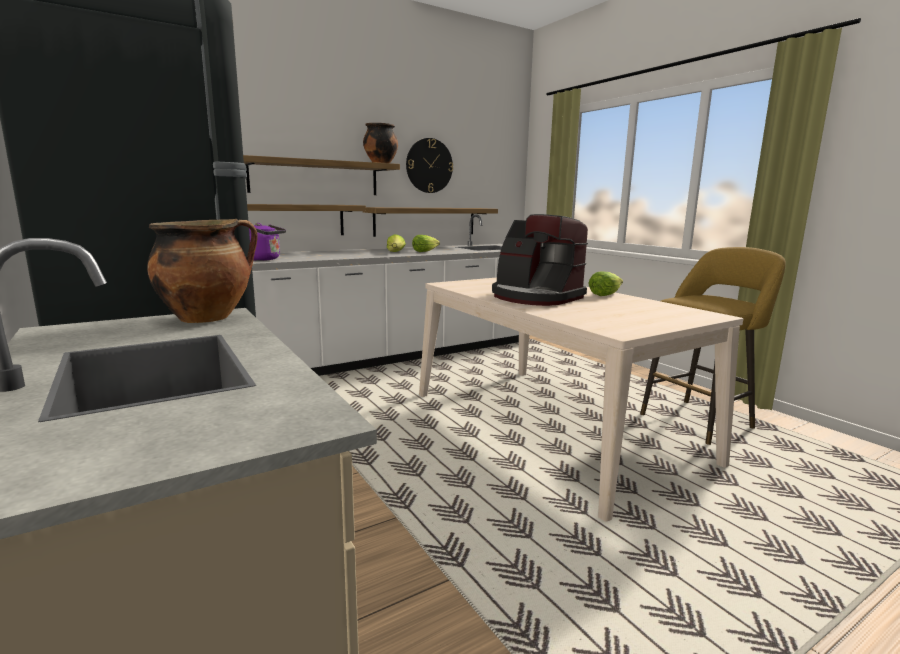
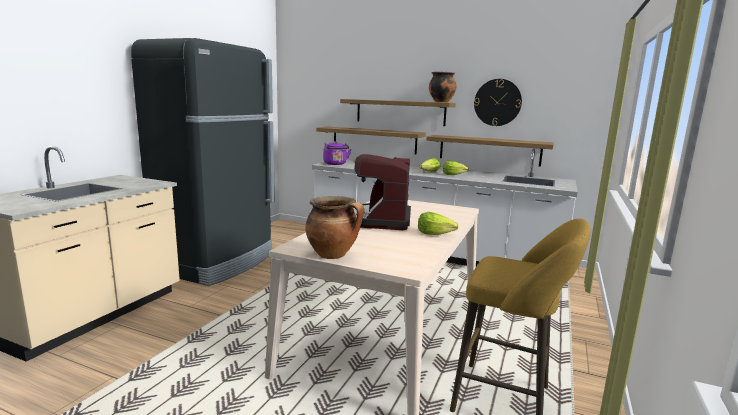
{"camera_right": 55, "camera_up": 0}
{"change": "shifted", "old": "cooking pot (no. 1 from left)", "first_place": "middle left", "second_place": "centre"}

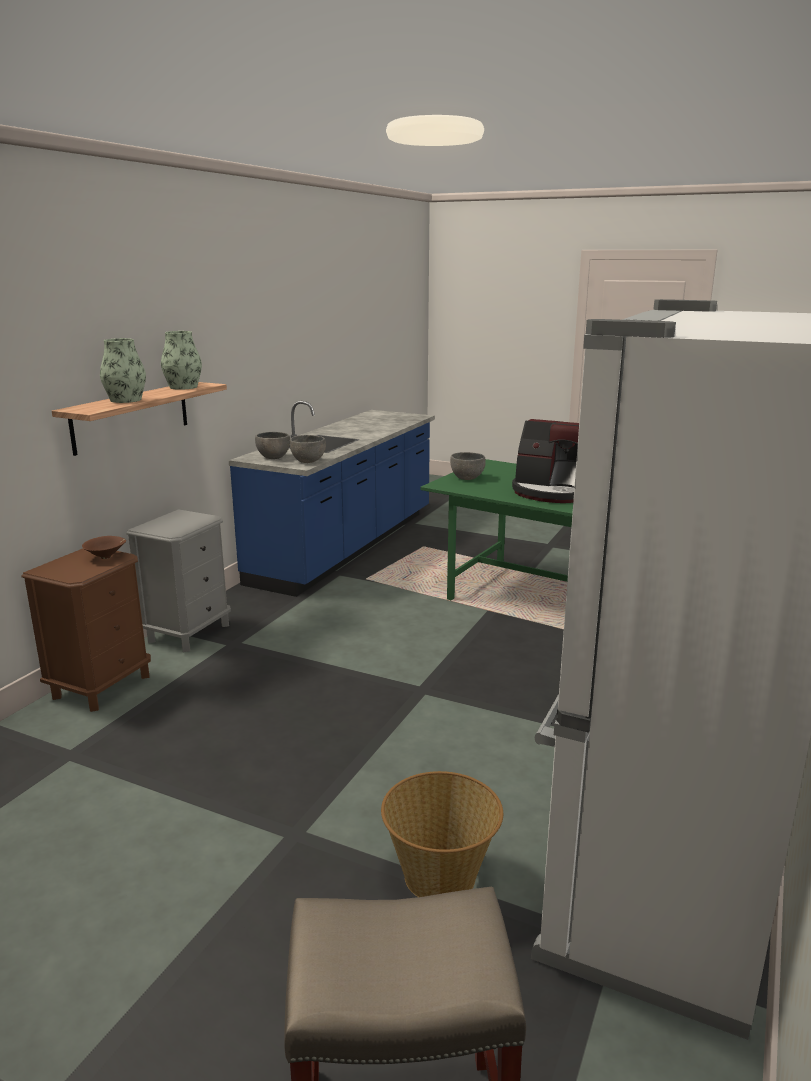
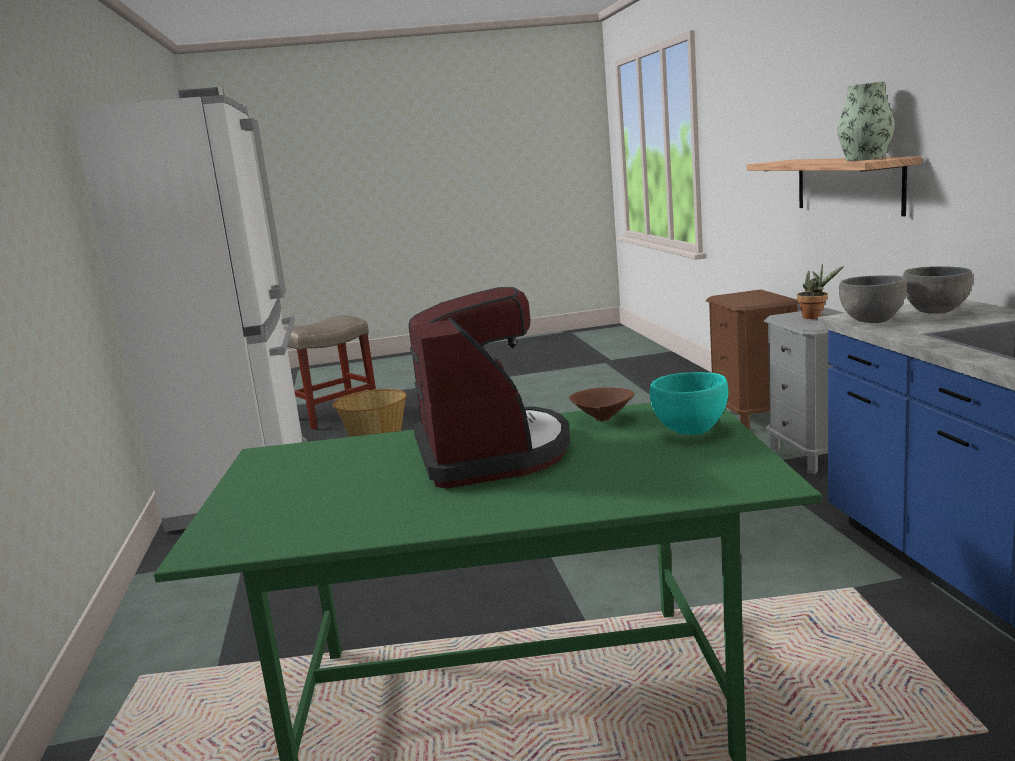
{"camera_right": 145, "camera_up": -5}
{"change": "rotated", "old": "coffee machine", "first_place": "middle right", "second_place": "centre", "degrees": 90}
{"change": "shifted", "old": "bowl (brown)", "first_place": "middle left", "second_place": "centre"}
{"change": "repainted", "old": "bowl (grey) (no. 3 from left)", "new": "bowl (turquoise)", "first_place": "centre", "second_place": "middle right"}
{"change": "new", "new": "potted plant", "second_place": "middle right"}
{"change": "gone", "old": "vase (no. 1 from left)", "first_place": "middle left"}

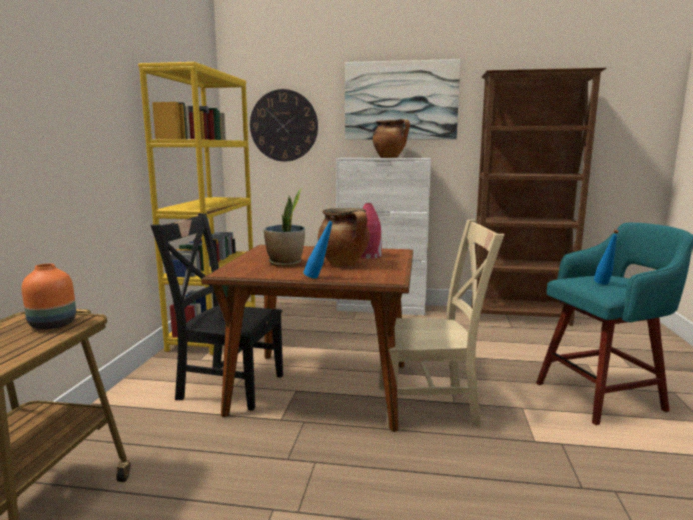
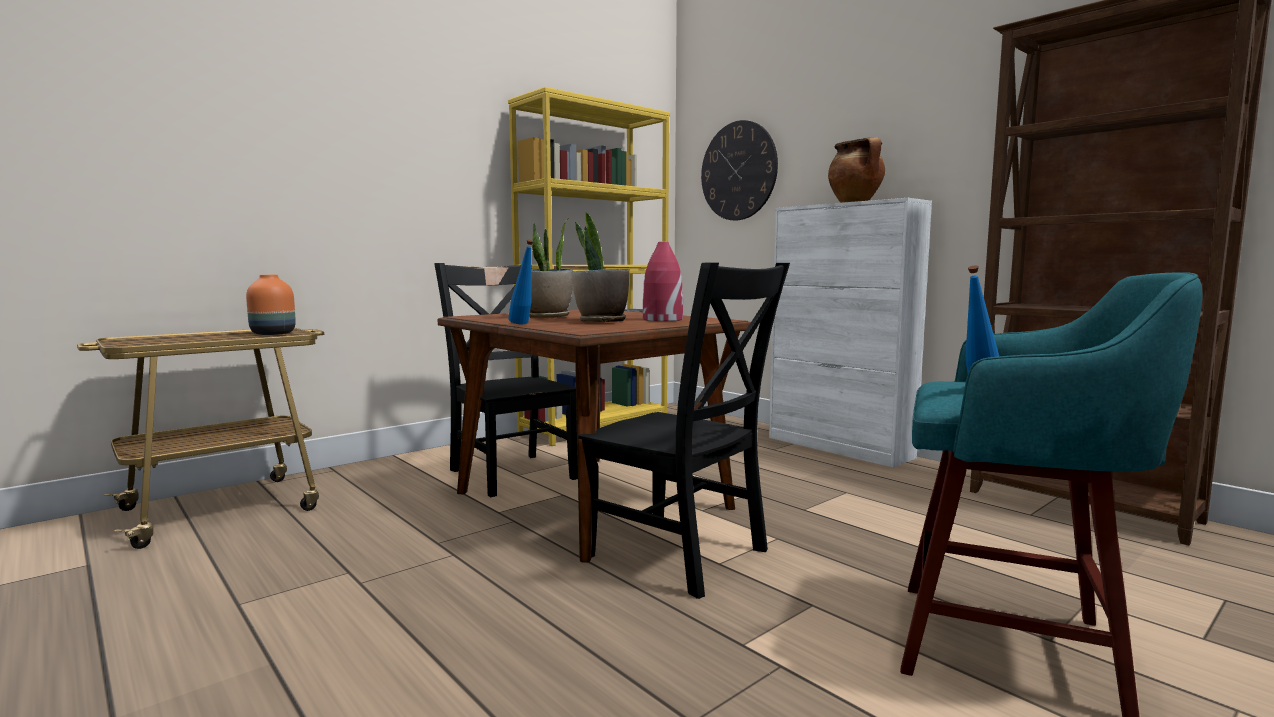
{"camera_right": 40, "camera_up": -5}
{"change": "swapped", "old": "cooking pot (no. 1 from left)", "new": "potted plant (no. 2 from left)", "first_place": "centre", "second_place": "centre"}
{"change": "repainted", "old": "chair (beige)", "new": "chair (black) (no. 2 from left)", "first_place": "centre", "second_place": "centre"}
{"change": "gone", "old": "picture", "first_place": "top centre"}

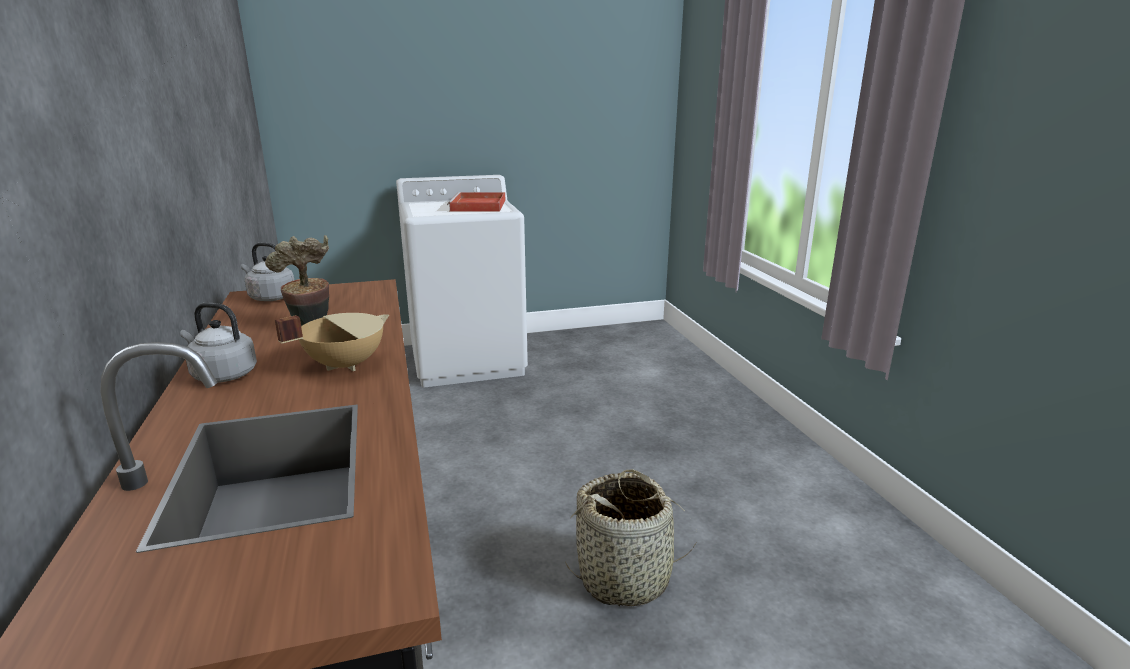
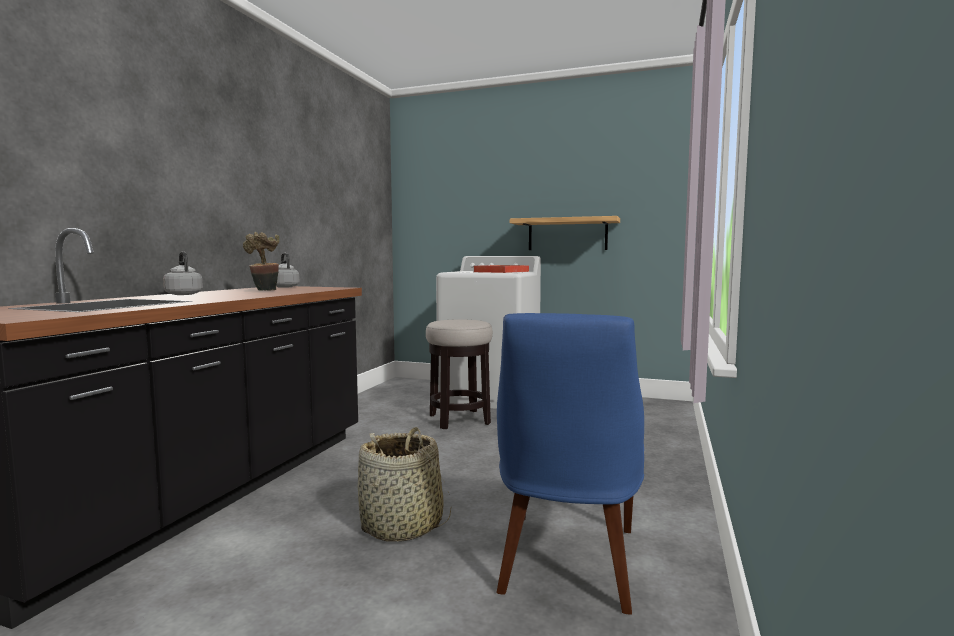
{"camera_right": 35, "camera_up": -15}
{"change": "new", "new": "stool", "second_place": "centre"}
{"change": "new", "new": "chair (blue)", "second_place": "bottom centre"}
{"change": "new", "new": "shelf", "second_place": "centre"}
{"change": "gone", "old": "cooking pot (beige)", "first_place": "middle left"}

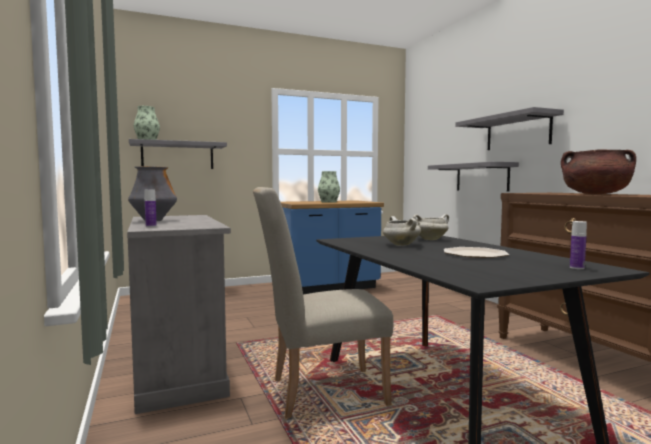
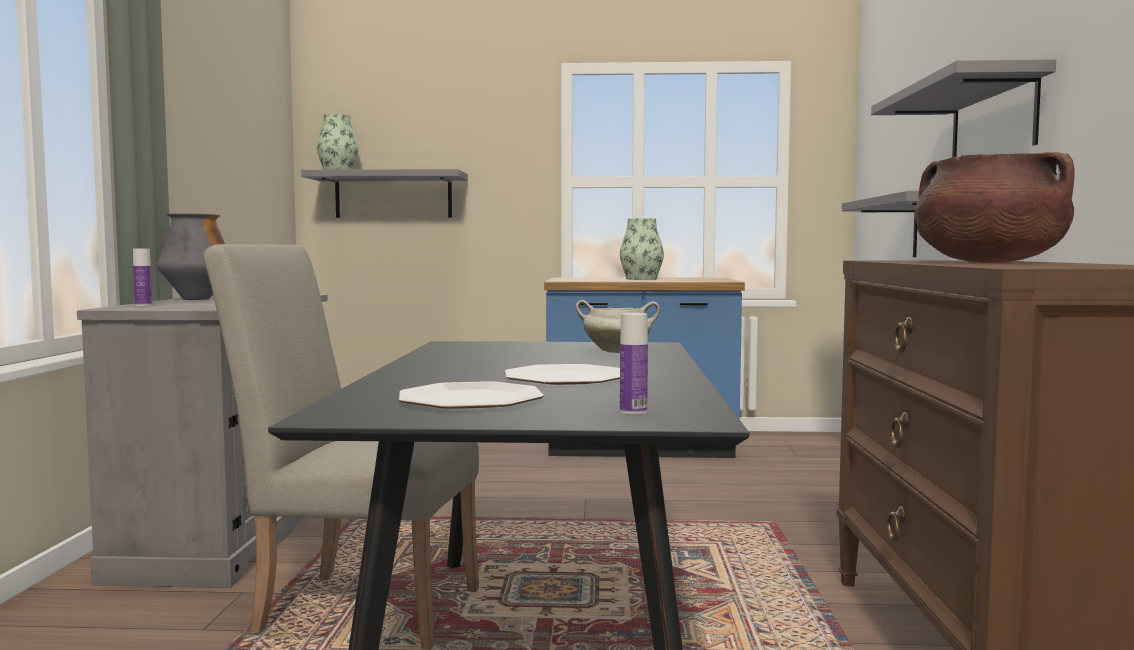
{"camera_right": 25, "camera_up": 0}
{"change": "new", "new": "plate (no. 1 from left)", "second_place": "centre"}
{"change": "gone", "old": "cooking pot (white) (no. 1 from left)", "first_place": "centre"}

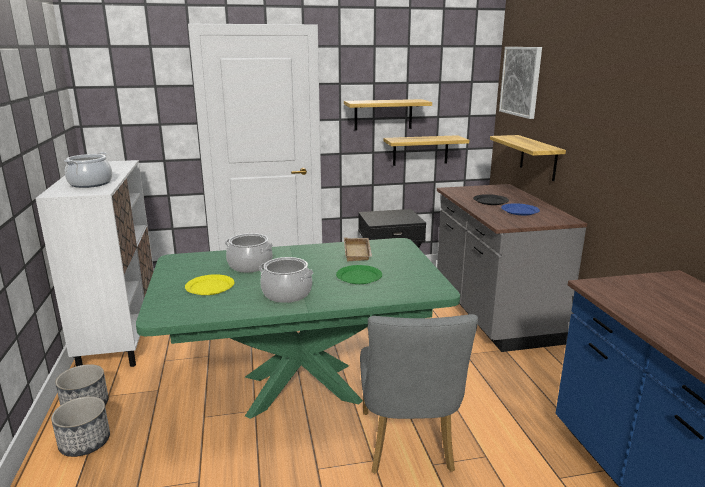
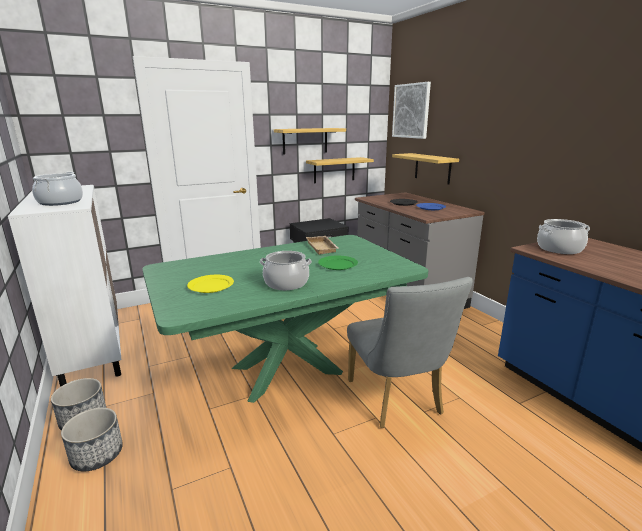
{"camera_right": -15, "camera_up": 0}
{"change": "shifted", "old": "cooking pot (no. 2 from left in the first image)", "new": "cooking pot (no. 3 from left)", "first_place": "centre", "second_place": "middle right"}

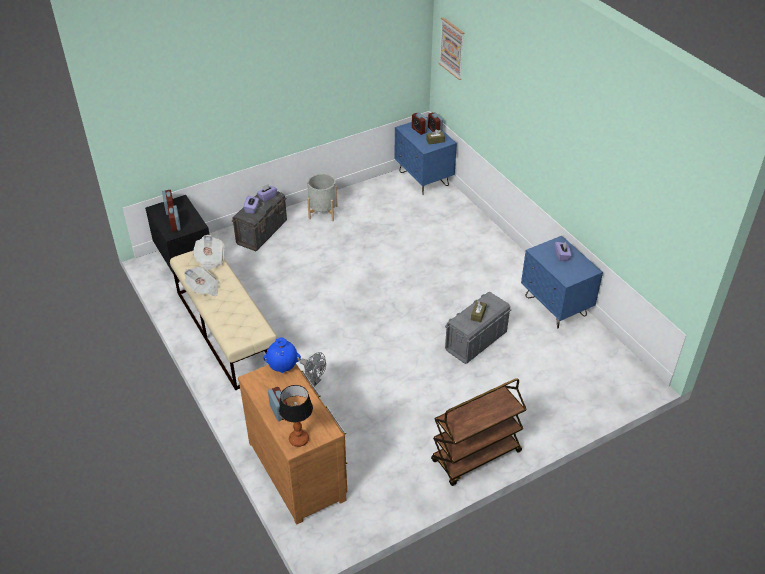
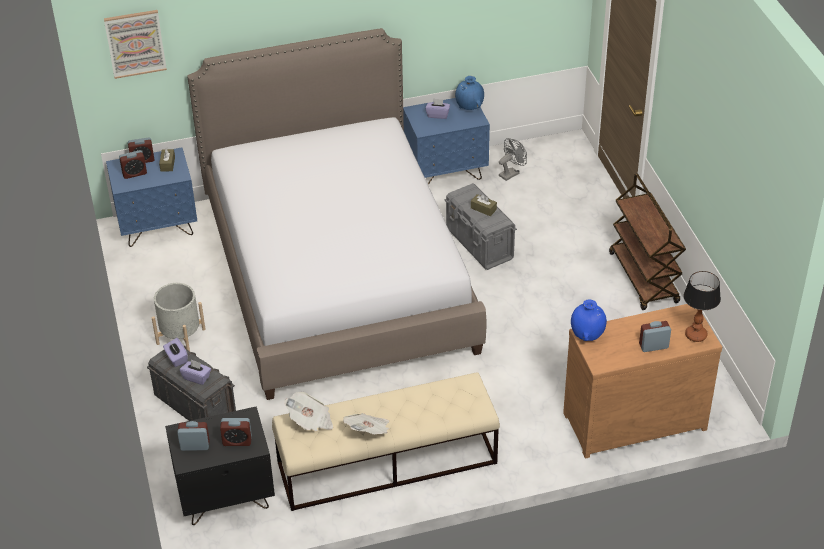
{"camera_right": -75, "camera_up": 0}
{"change": "new", "new": "bed", "second_place": "centre"}
{"change": "new", "new": "vase (blue) (no. 1 from left)", "second_place": "top centre"}
{"change": "shifted", "old": "fan (grey)", "first_place": "centre", "second_place": "top centre"}

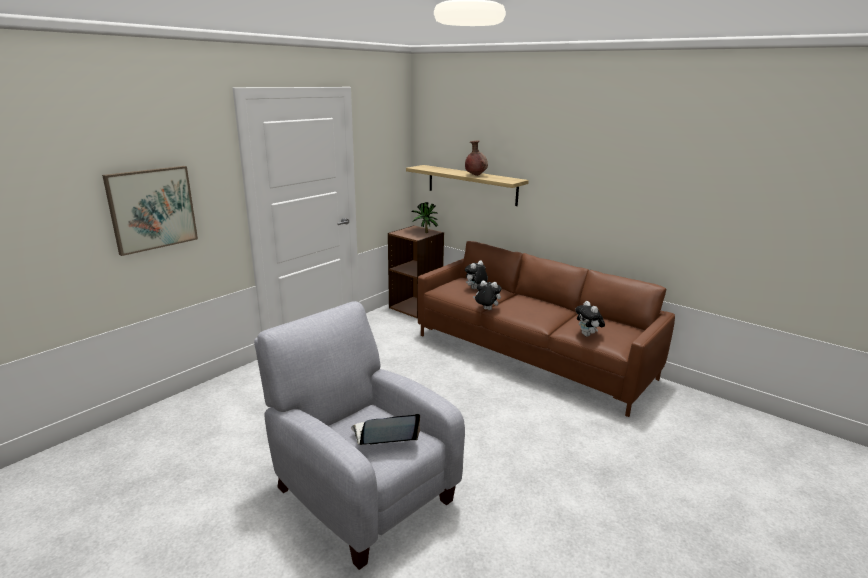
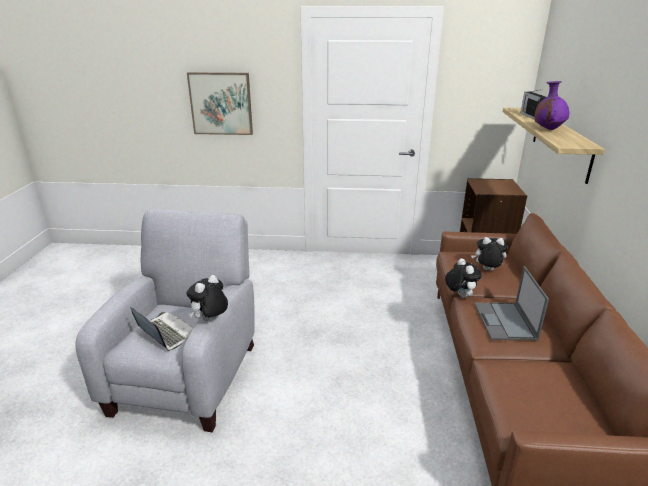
{"camera_right": 55, "camera_up": 5}
{"change": "shifted", "old": "plush toy (no. 3 from left in the first image)", "new": "plush toy (no. 1 from left)", "first_place": "middle right", "second_place": "middle left"}
{"change": "new", "new": "laptop (no. 2 from left)", "second_place": "middle right"}
{"change": "new", "new": "radio", "second_place": "top right"}
{"change": "repainted", "old": "vase (brown)", "new": "vase (purple)", "first_place": "top centre", "second_place": "top right"}
{"change": "gone", "old": "potted plant", "first_place": "centre"}

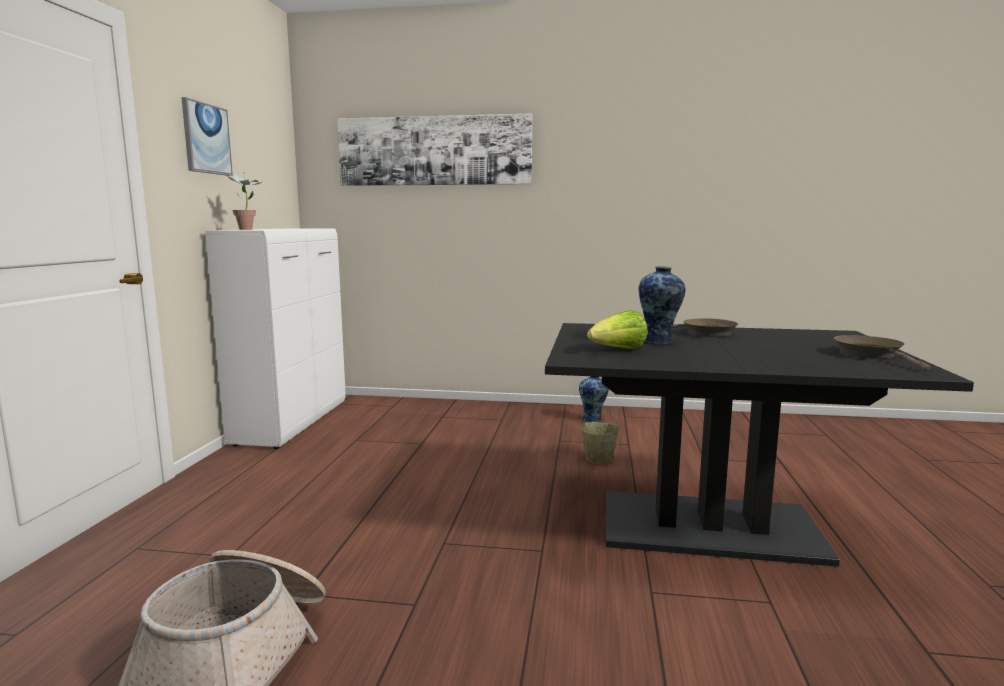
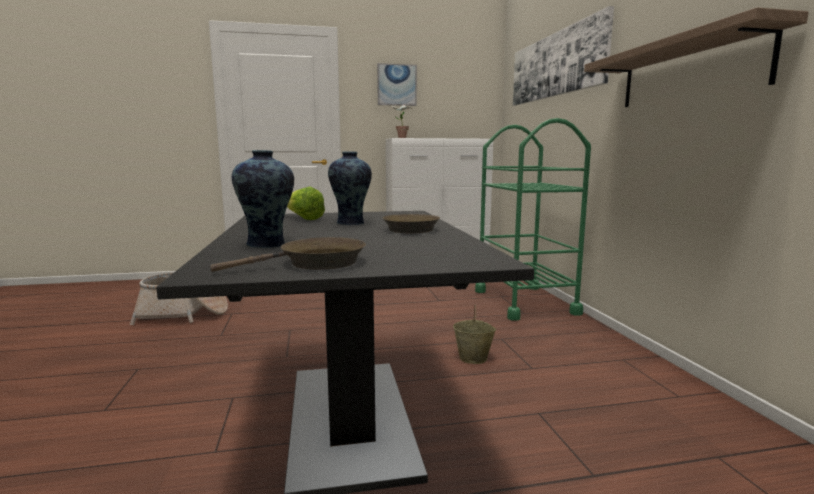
{"camera_right": 70, "camera_up": 0}
{"change": "shifted", "old": "vase (no. 1 from left)", "first_place": "centre", "second_place": "middle left"}
{"change": "new", "new": "cart (green)", "second_place": "centre"}
{"change": "new", "new": "shelf", "second_place": "top right"}

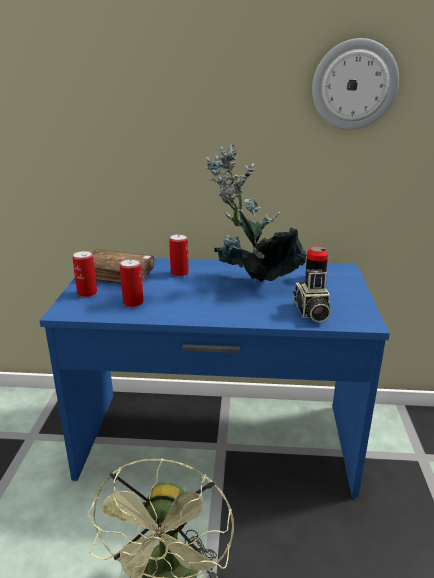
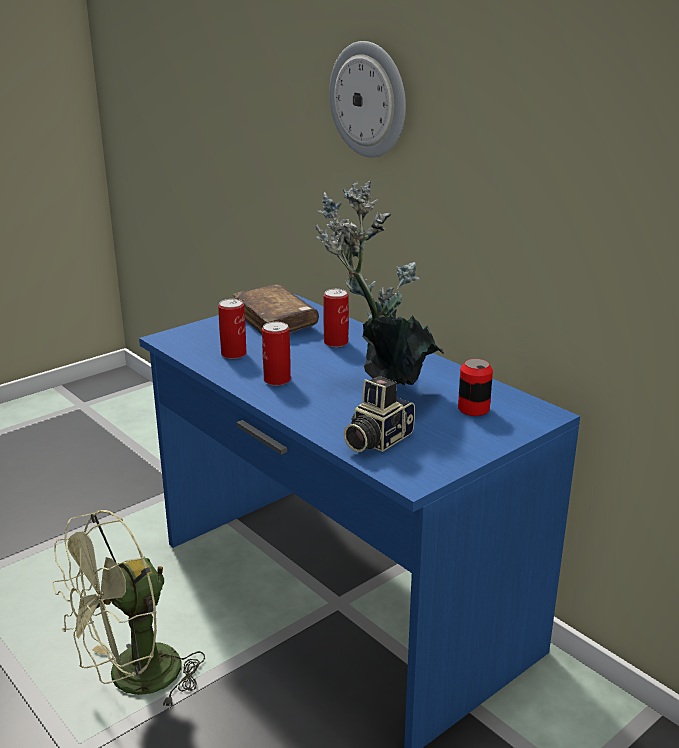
{"camera_right": 45, "camera_up": 0}
{"change": "shifted", "old": "can (no. 1 from left in the first image)", "new": "can (no. 2 from left)", "first_place": "middle left", "second_place": "centre"}
{"change": "shifted", "old": "wall clock", "first_place": "top right", "second_place": "top centre"}

